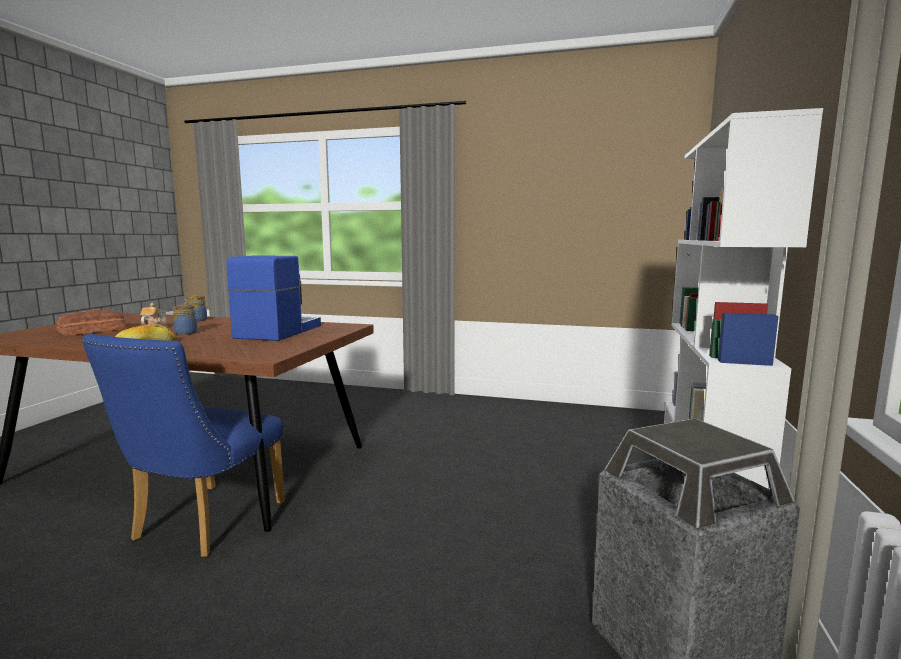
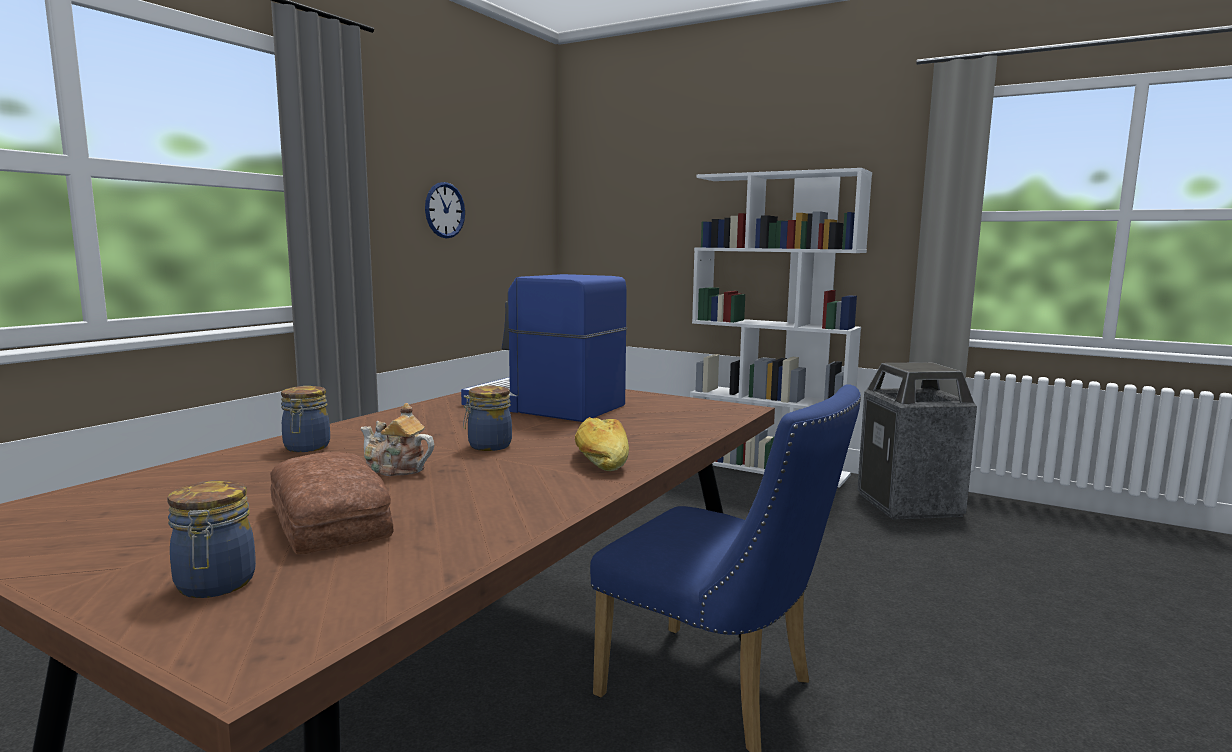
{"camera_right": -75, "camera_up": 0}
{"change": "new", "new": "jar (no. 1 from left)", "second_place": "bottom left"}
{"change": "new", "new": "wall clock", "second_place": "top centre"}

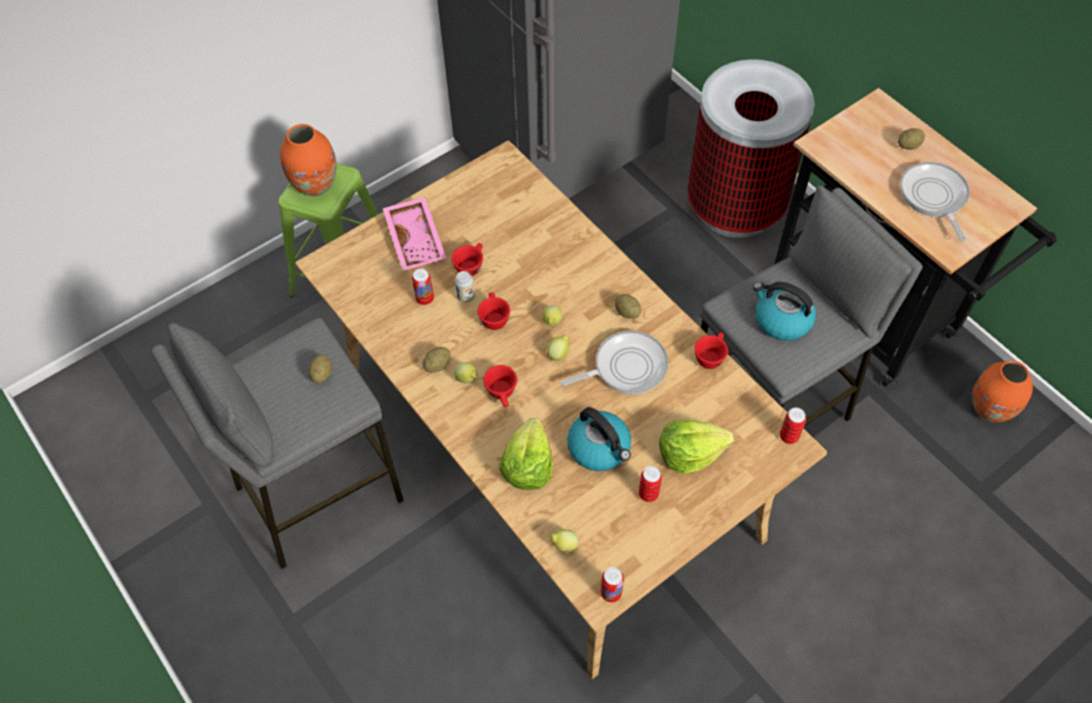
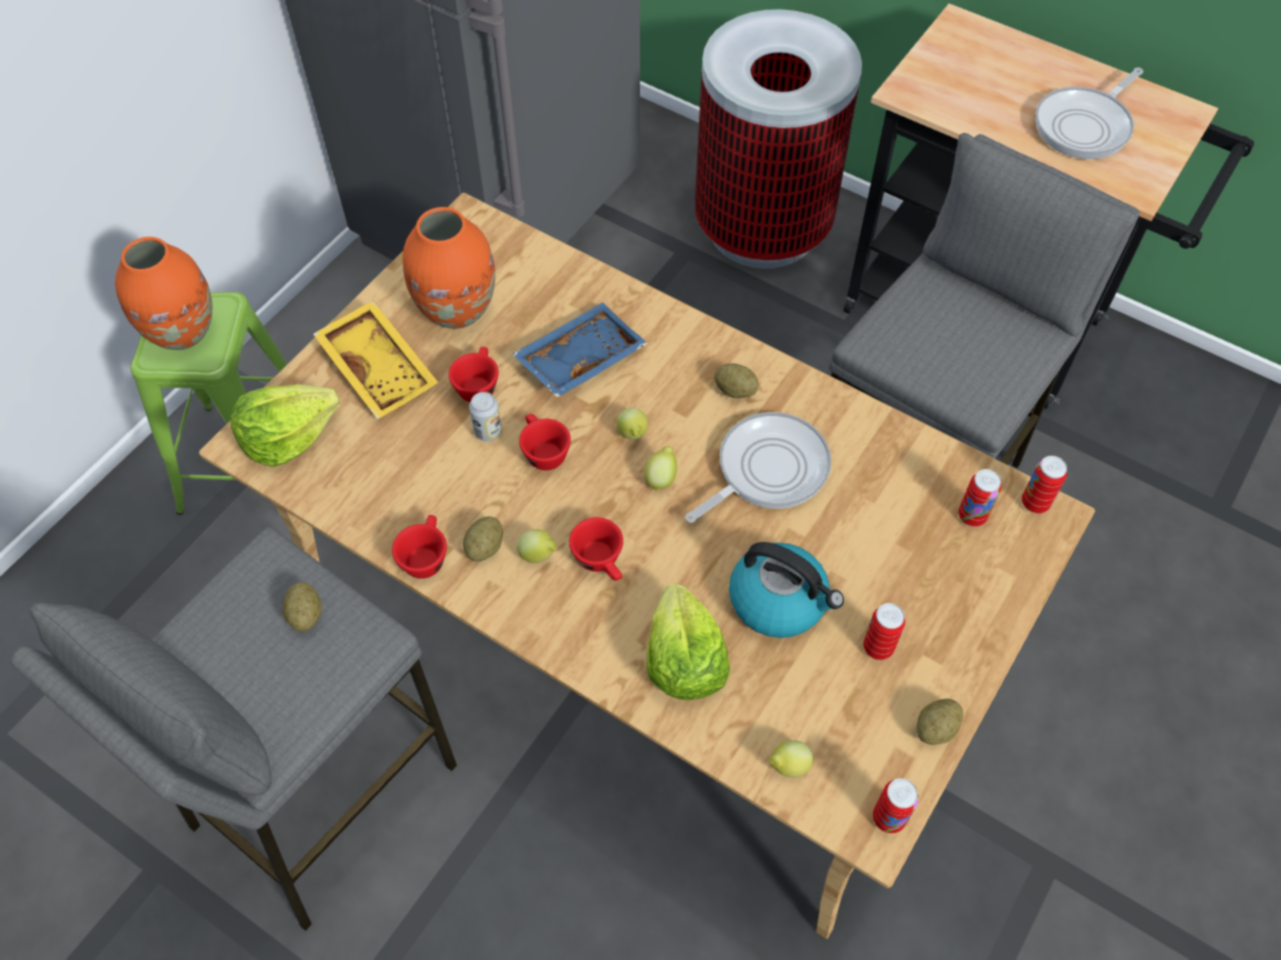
{"camera_right": -20, "camera_up": 0}
{"change": "shifted", "old": "lettuce (no. 2 from left in the first image)", "new": "lettuce (no. 1 from left)", "first_place": "centre", "second_place": "middle left"}
{"change": "repainted", "old": "tray (pink)", "new": "tray (yellow)", "first_place": "top centre", "second_place": "middle left"}
{"change": "shifted", "old": "cup (red) (no. 4 from left in the first image)", "new": "cup (red) (no. 1 from left)", "first_place": "centre", "second_place": "middle left"}
{"change": "shifted", "old": "vase (orange) (no. 2 from left)", "first_place": "middle right", "second_place": "top centre"}
{"change": "new", "new": "tray (blue)", "second_place": "centre"}
{"change": "shifted", "old": "potato (no. 4 from left)", "first_place": "top right", "second_place": "bottom right"}
{"change": "shifted", "old": "can (no. 1 from left in the first image)", "new": "can (no. 4 from left)", "first_place": "centre", "second_place": "middle right"}
{"change": "rotated", "old": "frying pan (no. 2 from left)", "first_place": "top right", "second_place": "top right", "degrees": -105}
{"change": "gone", "old": "kettle (no. 2 from left)", "first_place": "middle right"}

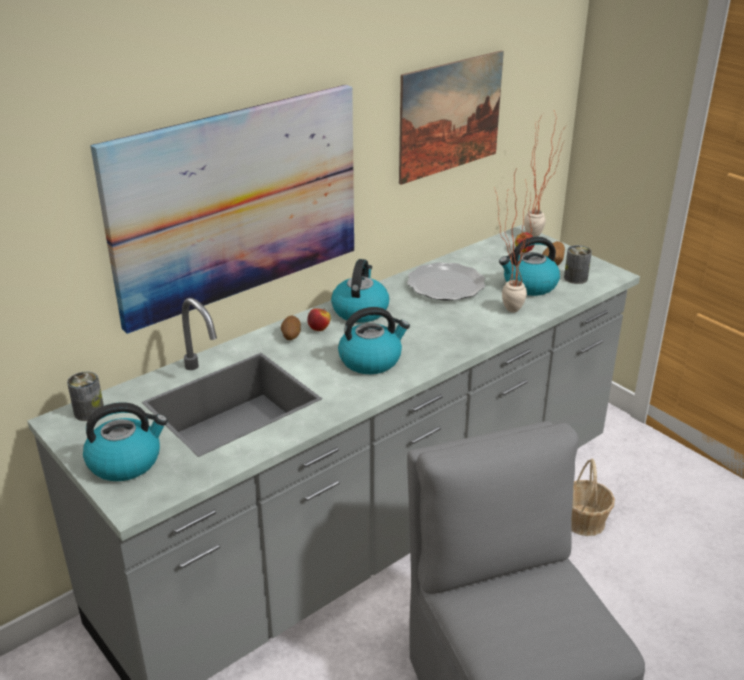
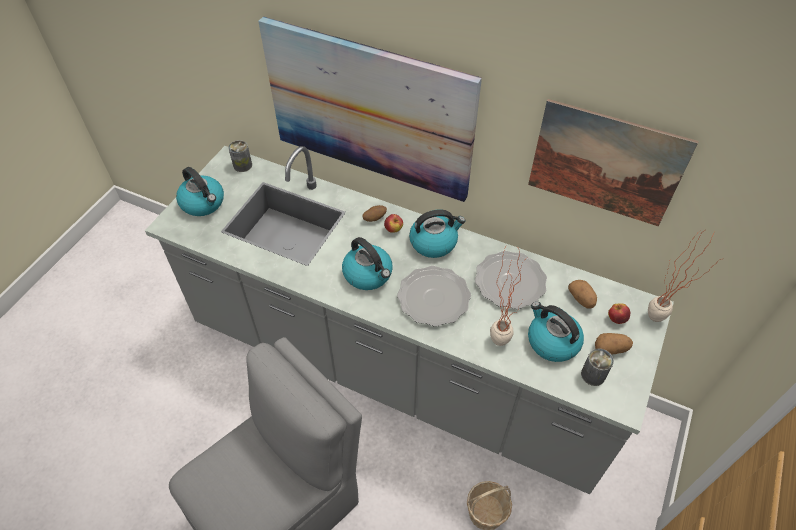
{"camera_right": 65, "camera_up": 20}
{"change": "new", "new": "plate (no. 1 from left)", "second_place": "centre"}
{"change": "new", "new": "potato (no. 2 from left)", "second_place": "middle right"}

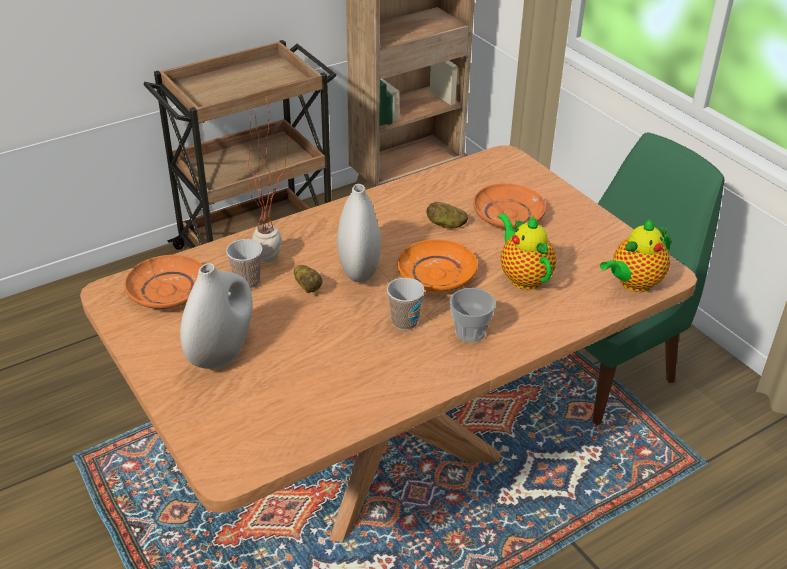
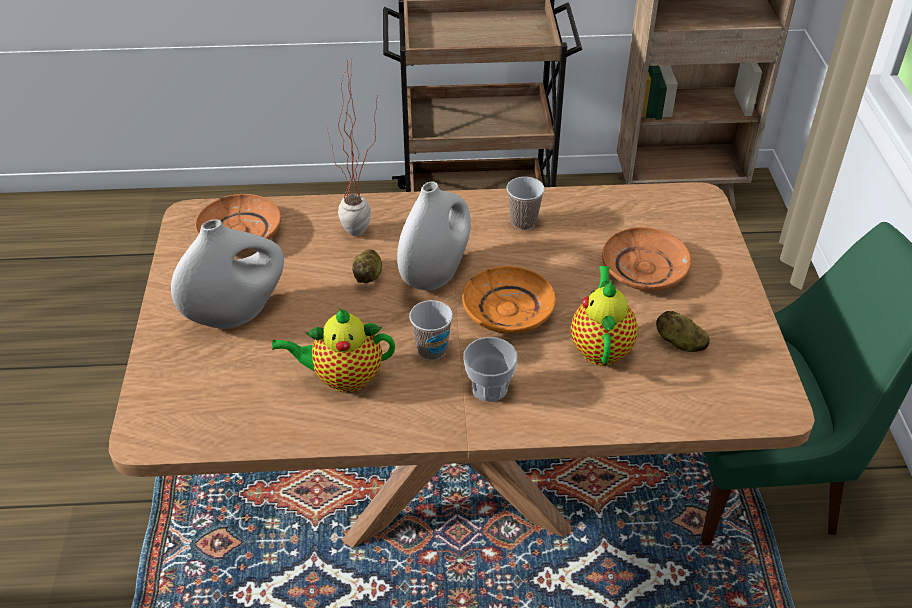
{"camera_right": 30, "camera_up": 5}
{"change": "shifted", "old": "teapot (no. 2 from left in the first image)", "new": "teapot (no. 1 from left)", "first_place": "middle right", "second_place": "centre"}
{"change": "shifted", "old": "cup (no. 1 from left in the first image)", "new": "cup (no. 3 from left)", "first_place": "middle left", "second_place": "centre"}
{"change": "shifted", "old": "potato (no. 2 from left)", "first_place": "centre", "second_place": "middle right"}

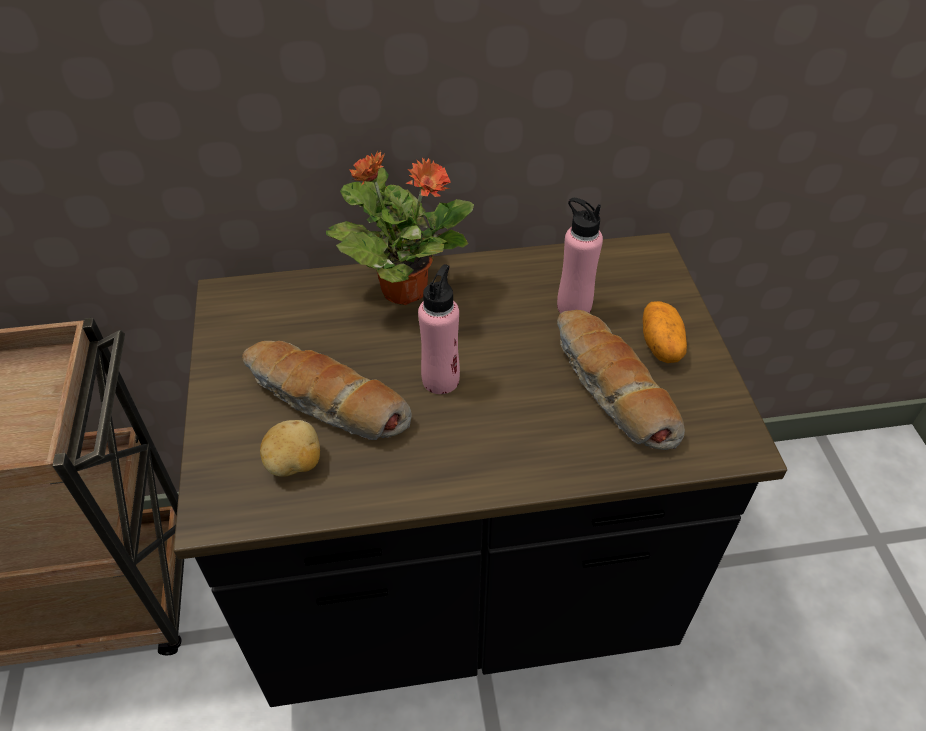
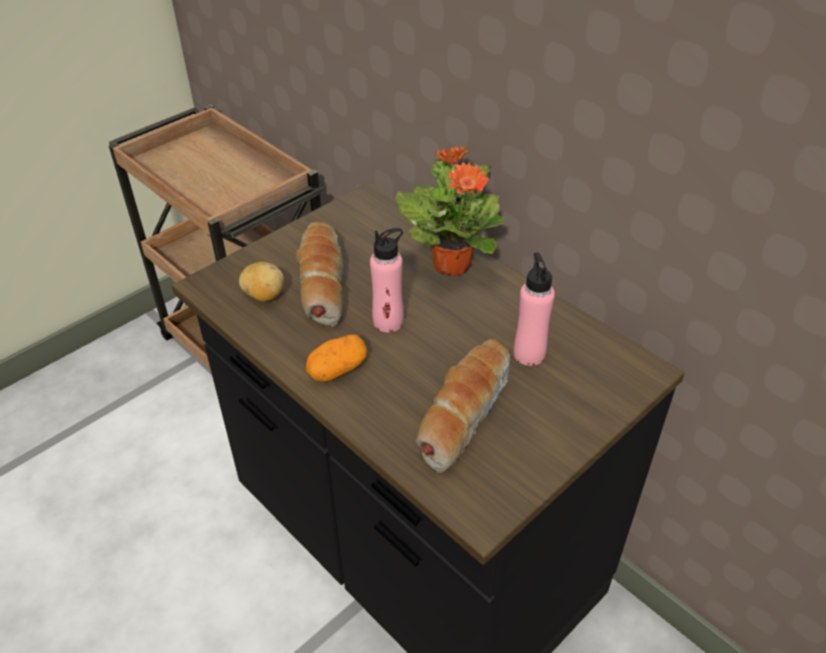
{"camera_right": 55, "camera_up": -5}
{"change": "shifted", "old": "potato (no. 2 from left)", "first_place": "middle right", "second_place": "centre"}

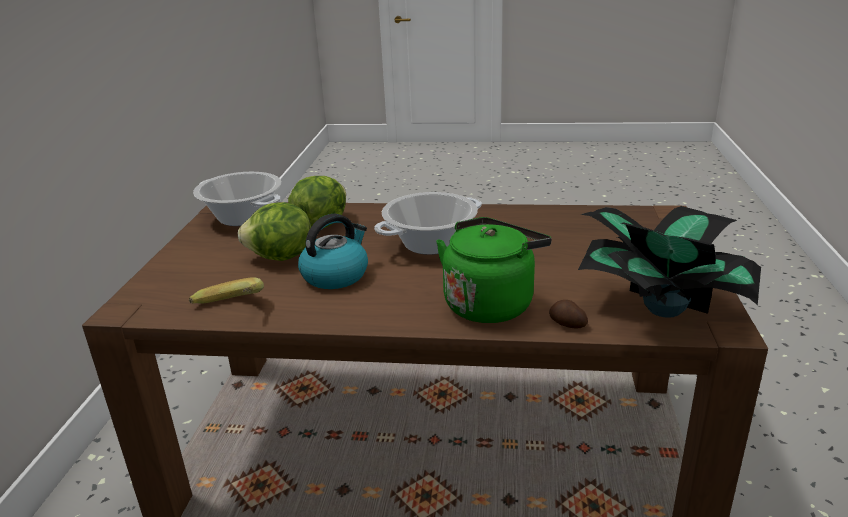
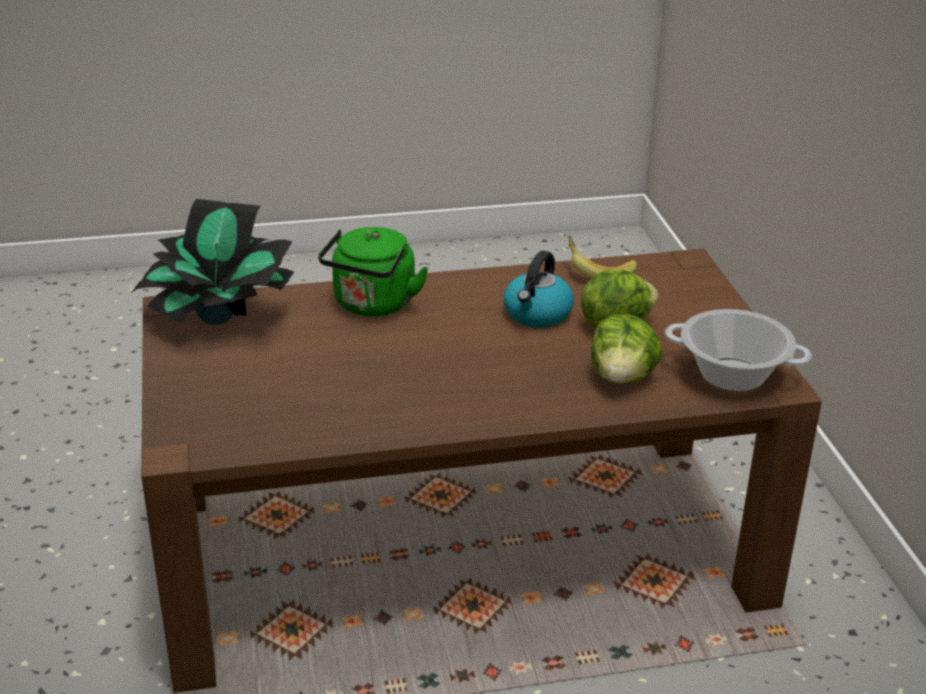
{"camera_right": 160, "camera_up": 5}
{"change": "gone", "old": "cooking pot (no. 2 from left)", "first_place": "centre"}
{"change": "gone", "old": "potato", "first_place": "middle right"}

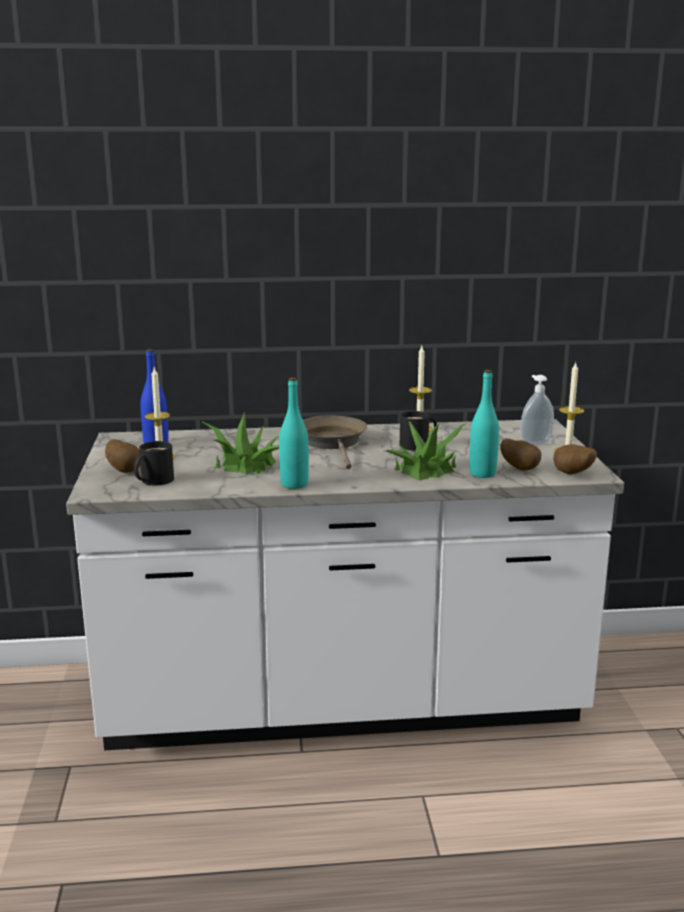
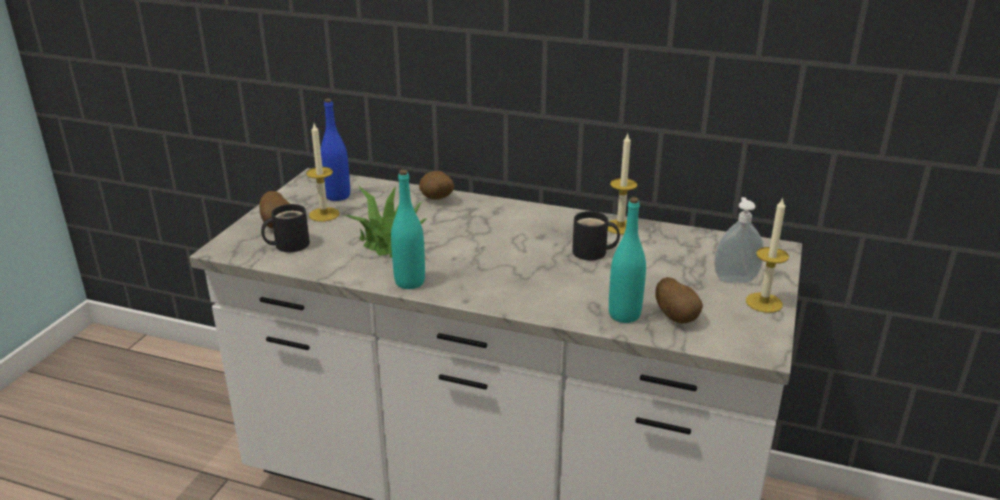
{"camera_right": 25, "camera_up": 10}
{"change": "shifted", "old": "potato (no. 3 from left in the first image)", "new": "potato (no. 2 from left)", "first_place": "middle right", "second_place": "centre"}
{"change": "gone", "old": "frying pan (brown)", "first_place": "centre"}
{"change": "gone", "old": "potted plant (no. 2 from left)", "first_place": "centre"}

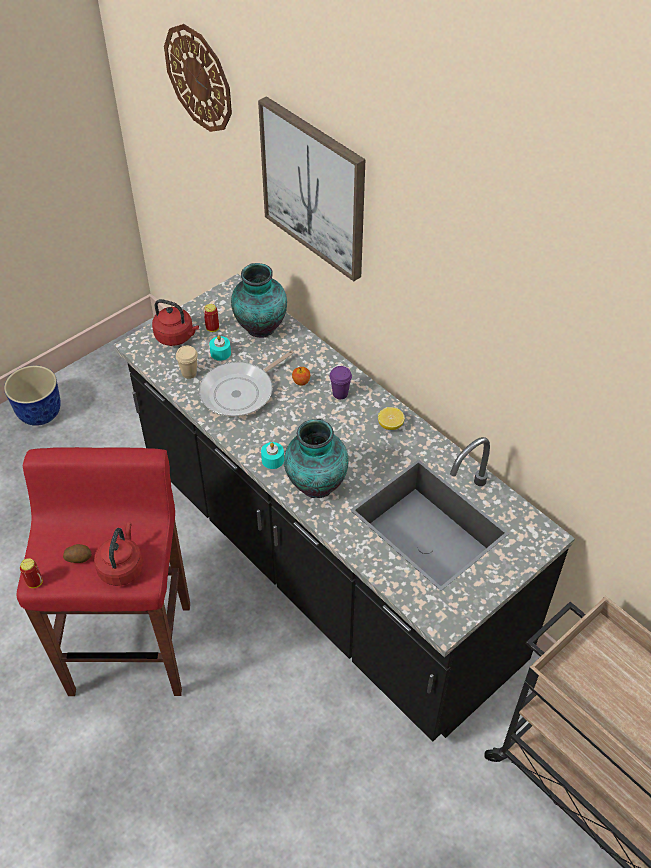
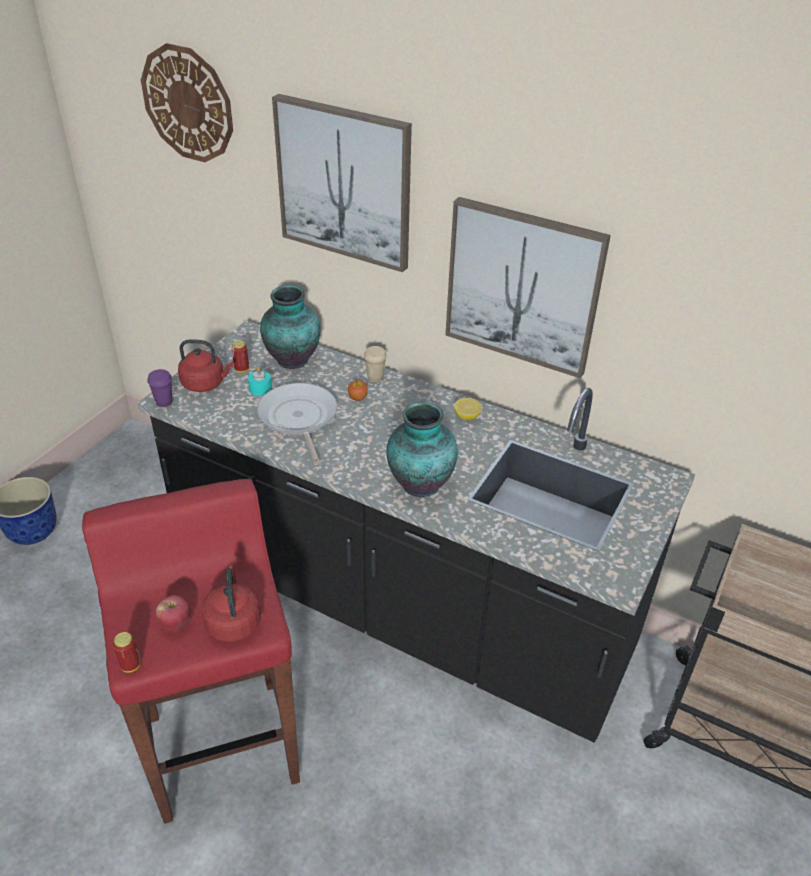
{"camera_right": -20, "camera_up": -10}
{"change": "shifted", "old": "cup (purple)", "first_place": "centre", "second_place": "middle left"}
{"change": "swapped", "old": "potato", "new": "apple (no. 1 from left)", "first_place": "middle left", "second_place": "bottom left"}
{"change": "rotated", "old": "frying pan", "first_place": "centre", "second_place": "centre", "degrees": 135}
{"change": "shifted", "old": "cup (beige)", "first_place": "middle left", "second_place": "centre"}
{"change": "new", "new": "picture (no. 2 from left)", "second_place": "top centre"}
{"change": "gone", "old": "candle (turquoise) (no. 2 from left)", "first_place": "centre"}

